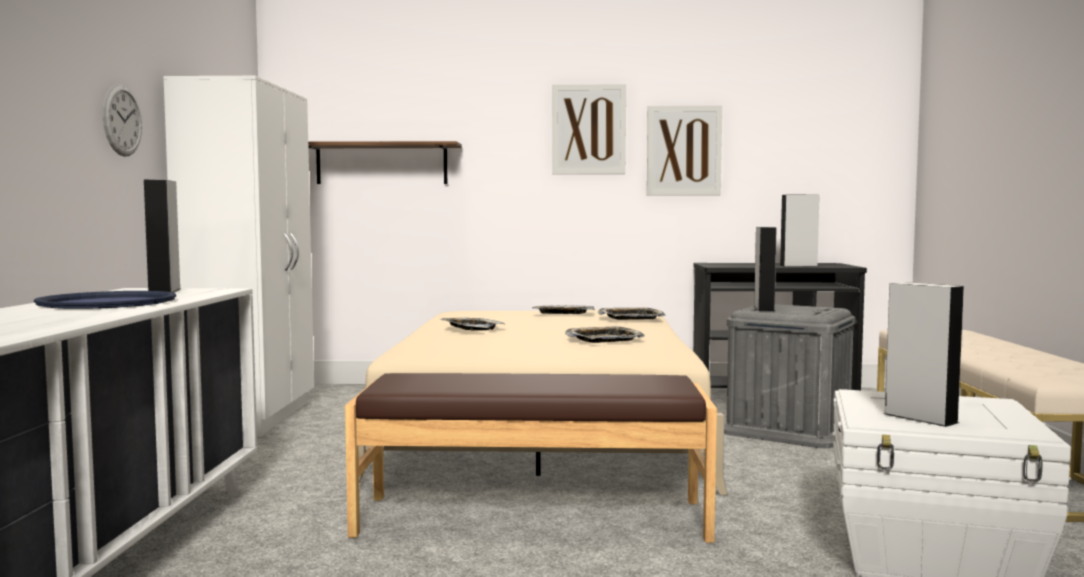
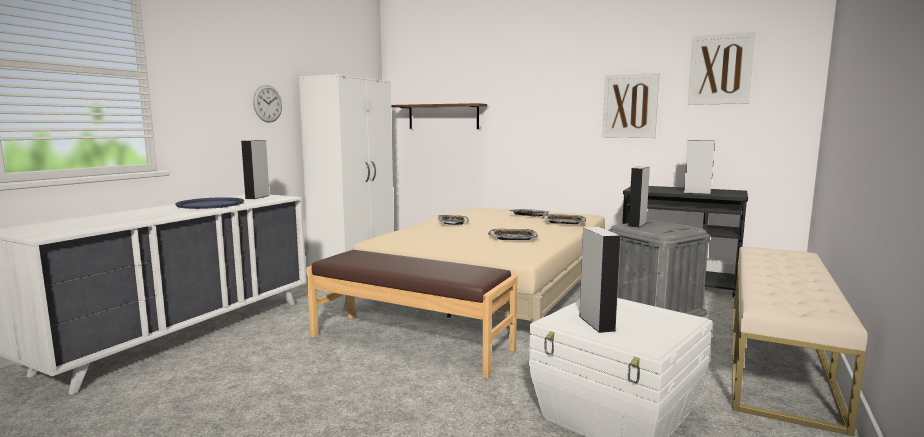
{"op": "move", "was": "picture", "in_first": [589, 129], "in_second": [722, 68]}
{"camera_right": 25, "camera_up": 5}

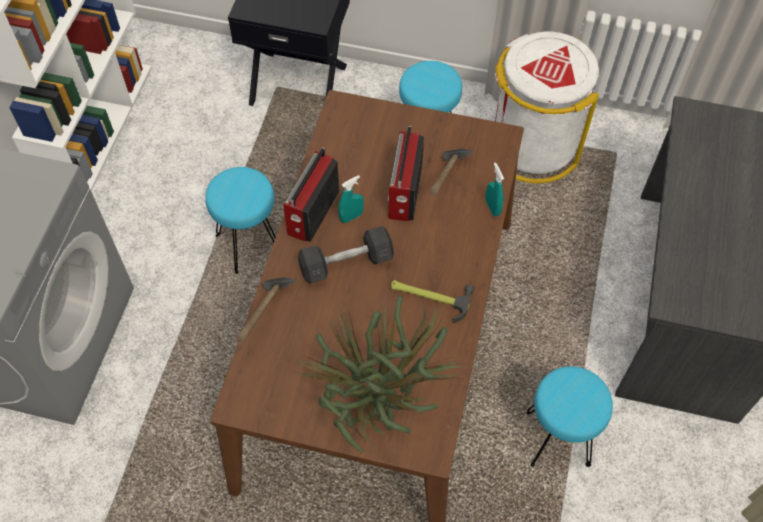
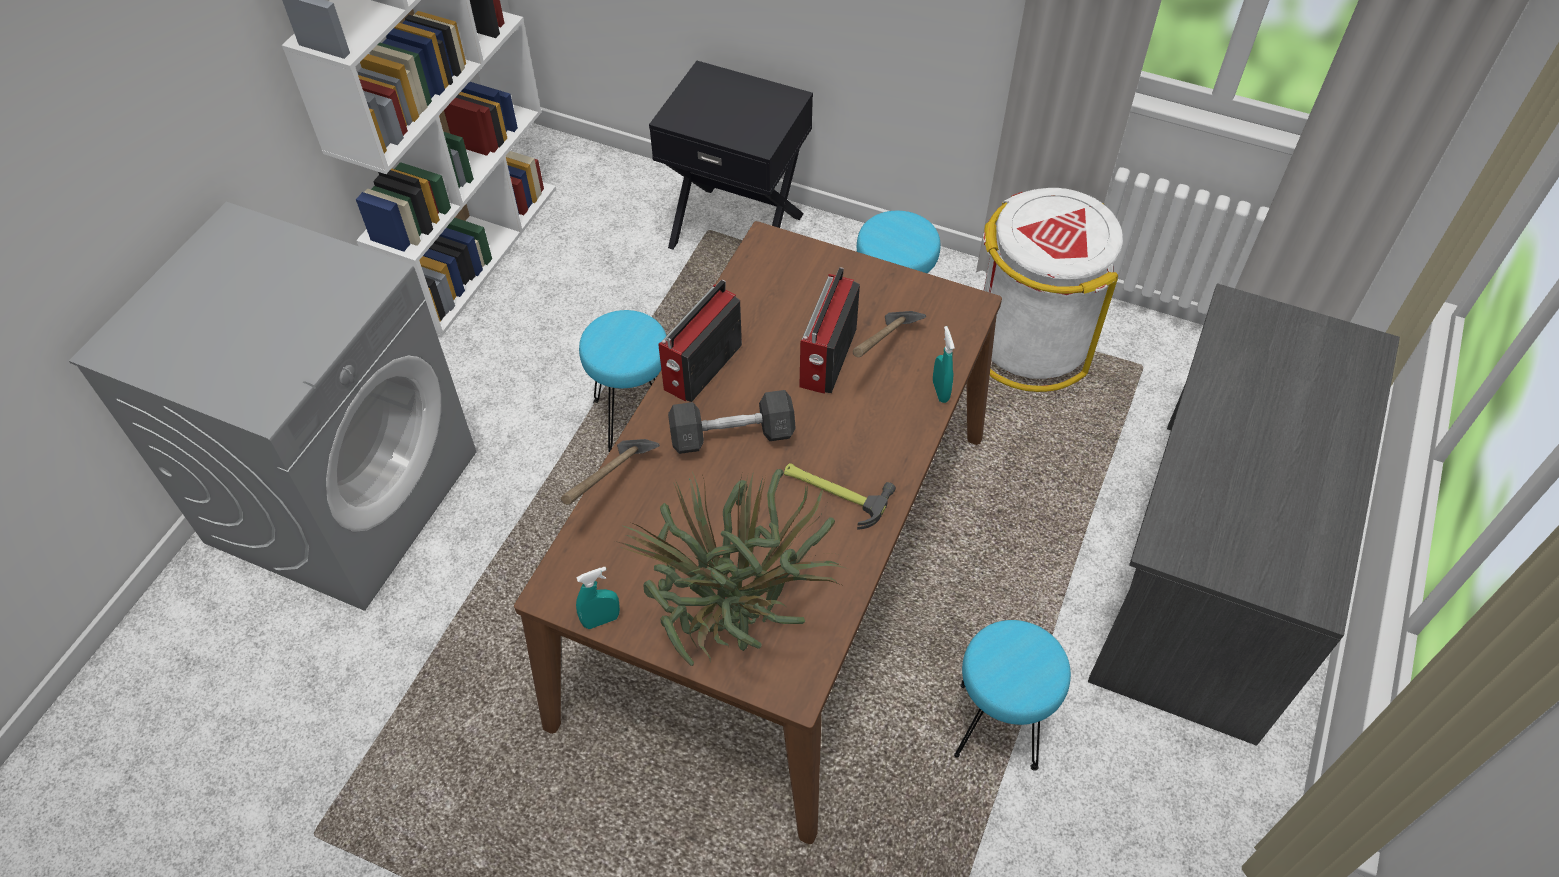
{"op": "move", "was": "turquoise spray bottle", "in_first": [351, 199], "in_second": [598, 598]}
{"camera_right": 10, "camera_up": -5}

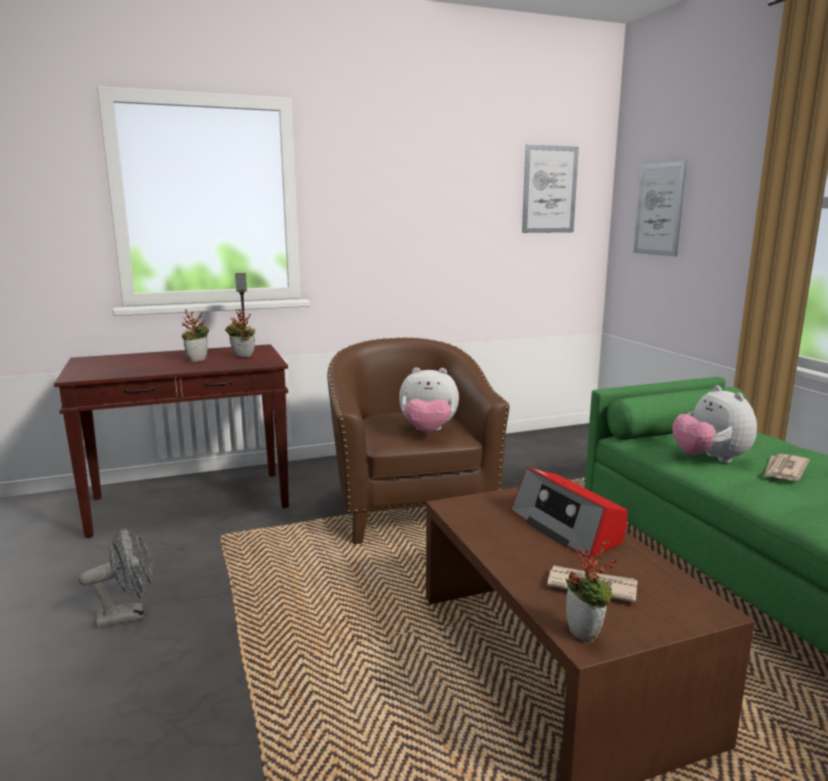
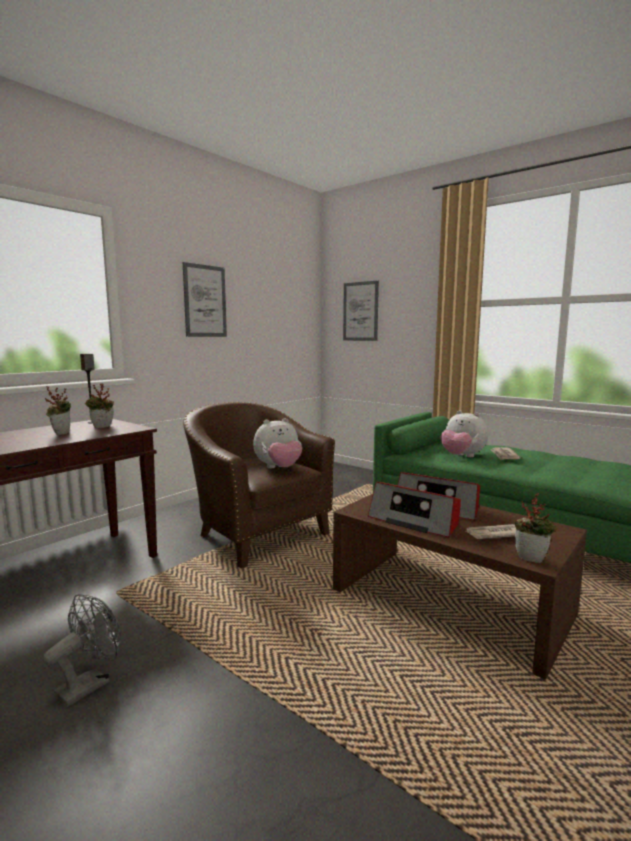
{"op": "insert", "now": "radio", "in_second": [414, 509]}
{"op": "move", "was": "picture", "in_first": [550, 188], "in_second": [205, 299]}
{"camera_right": -30, "camera_up": -5}

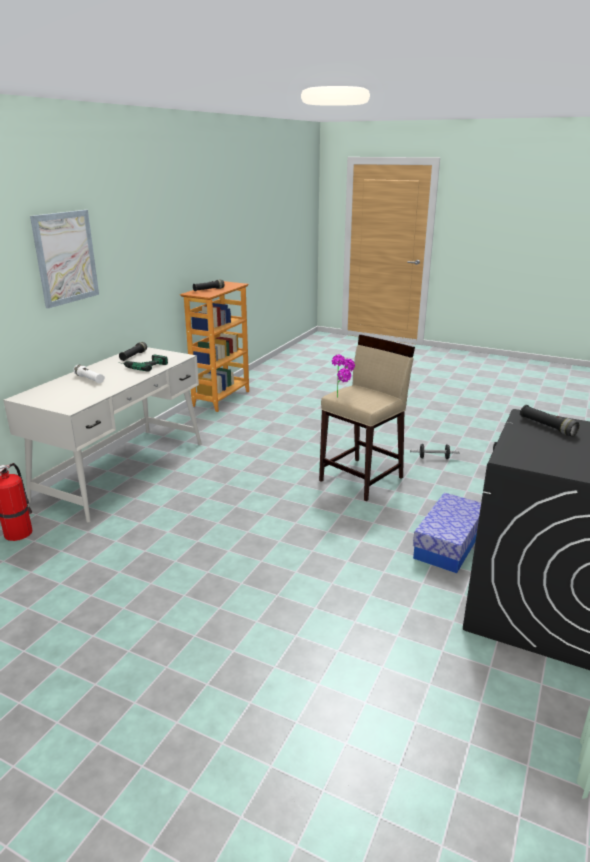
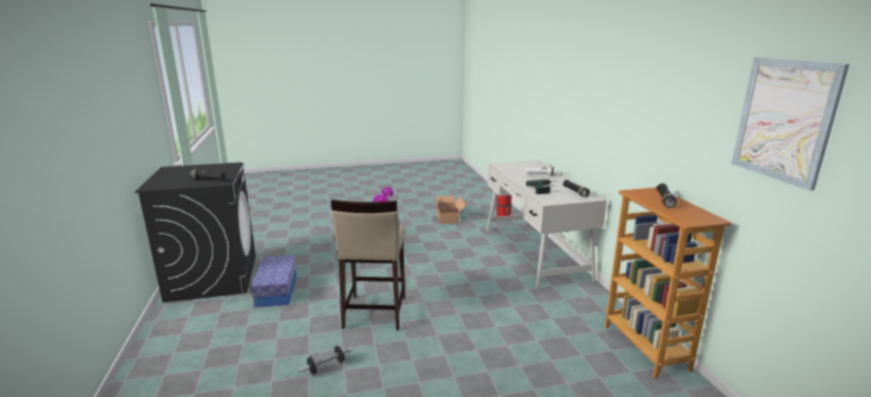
{"op": "insert", "now": "cardboard box", "in_second": [449, 210]}
{"op": "move", "was": "picture", "in_first": [64, 259], "in_second": [790, 124]}
{"camera_right": 140, "camera_up": -5}

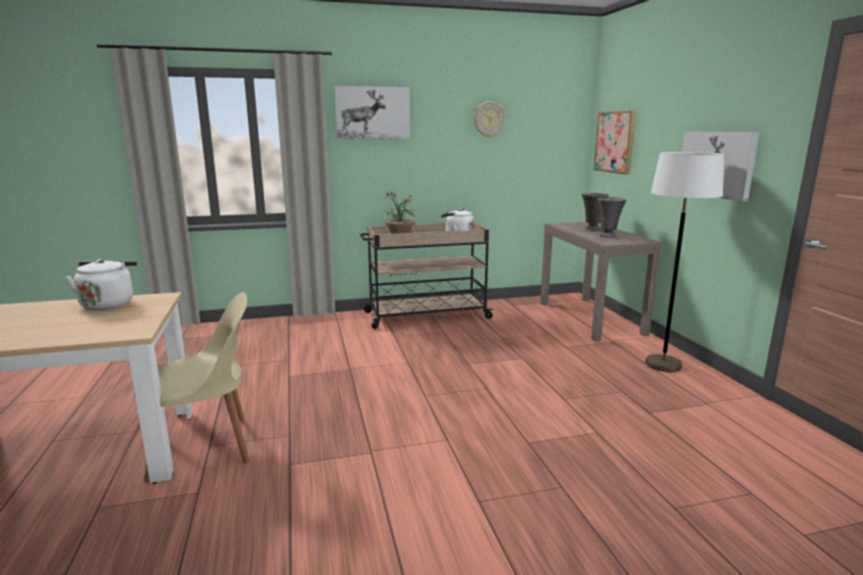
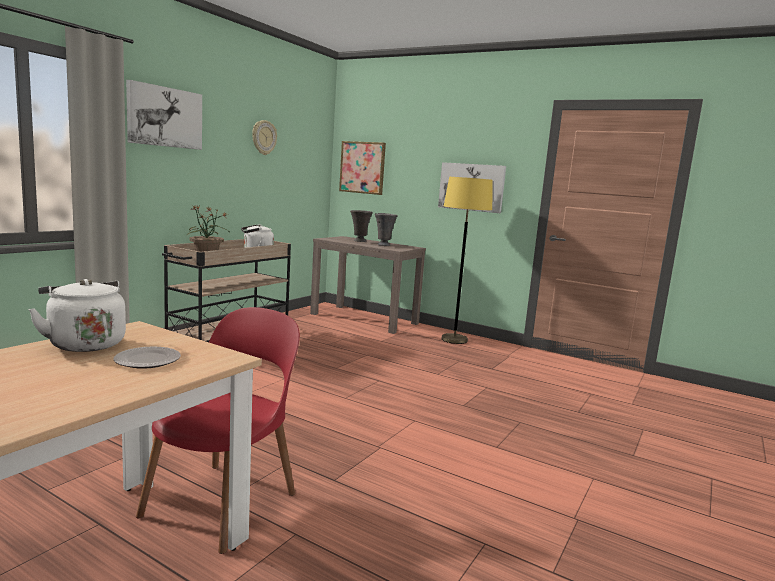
{"op": "insert", "now": "plate", "in_second": [147, 358]}
{"op": "recolor", "was": "beige chair", "now": "red chair", "in_first": [191, 388], "in_second": [218, 430]}
{"op": "recolor", "was": "white floor lamp", "now": "yellow floor lamp", "in_first": [684, 262], "in_second": [467, 260]}
{"camera_right": -45, "camera_up": -5}

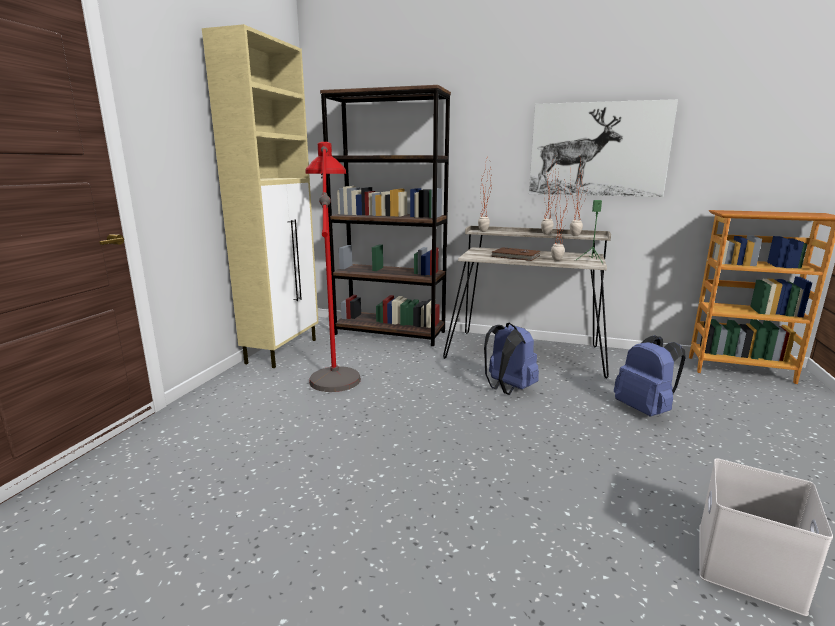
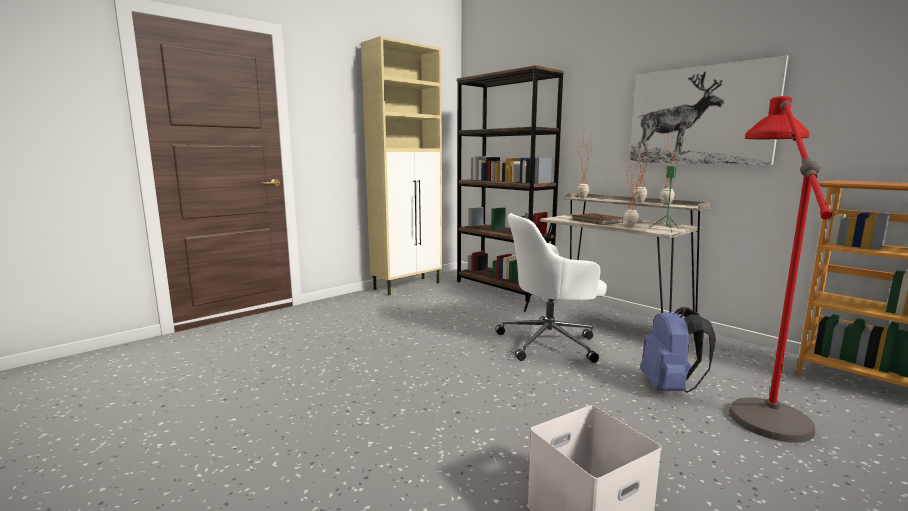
{"op": "move", "was": "red floor lamp", "in_first": [333, 267], "in_second": [780, 269]}
{"op": "replace", "was": "blue backpack", "now": "white office chair", "in_first": [511, 359], "in_second": [551, 288]}
{"camera_right": 30, "camera_up": -5}

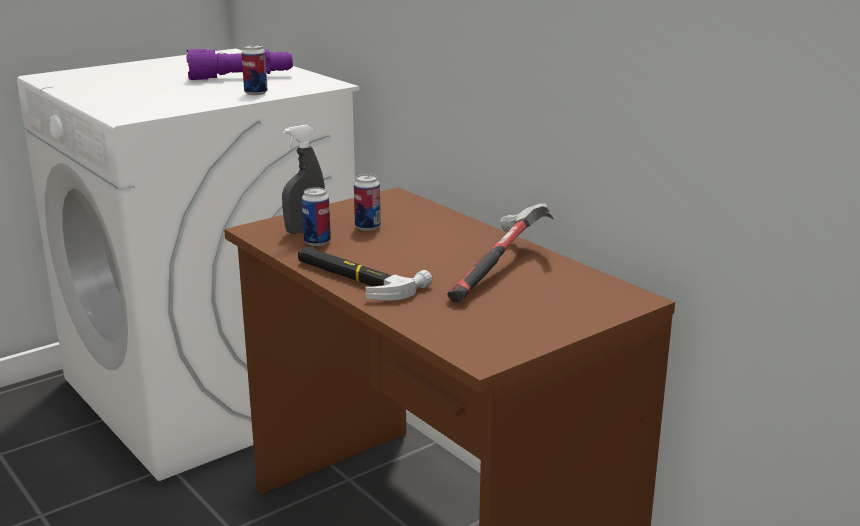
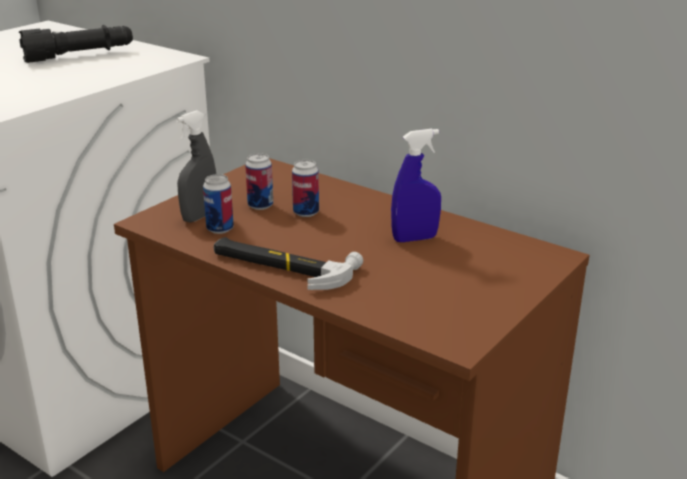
{"op": "move", "was": "can", "in_first": [254, 69], "in_second": [305, 188]}
{"op": "replace", "was": "hammer", "now": "blue spray bottle", "in_first": [500, 253], "in_second": [416, 185]}
{"op": "recolor", "was": "purple flashlight", "now": "black flashlight", "in_first": [239, 64], "in_second": [76, 44]}
{"camera_right": -15, "camera_up": 5}

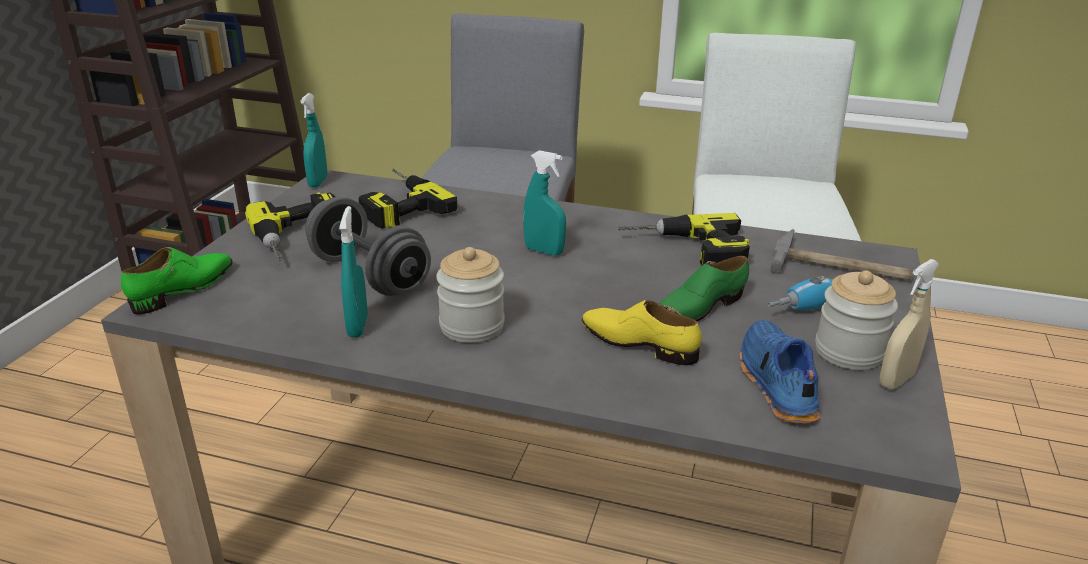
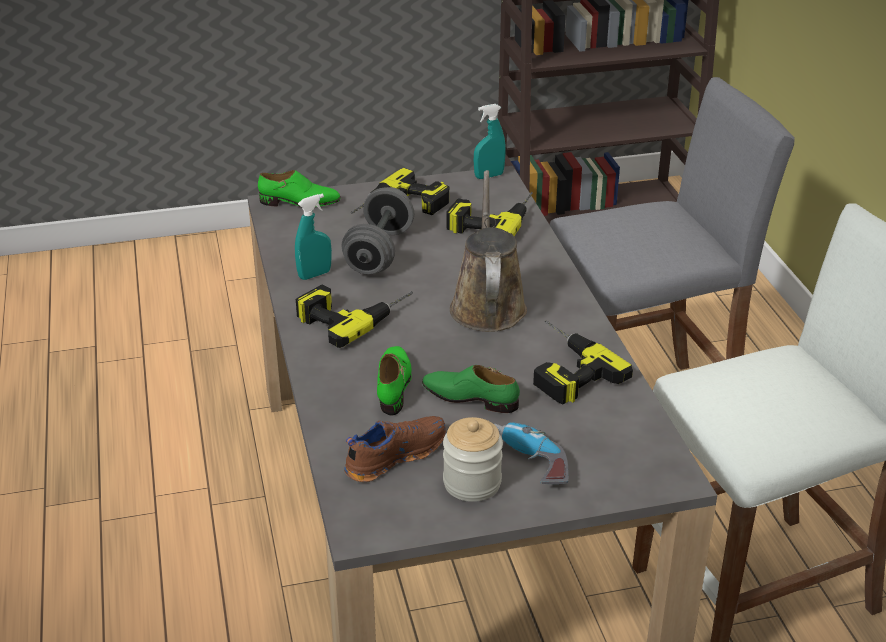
{"op": "delete", "was": "hammer", "in_first": [841, 254]}
{"op": "delete", "was": "beige spray bottle", "in_first": [909, 324]}
{"op": "replace", "was": "jar", "now": "power drill", "in_first": [470, 295], "in_second": [354, 316]}
{"op": "replace", "was": "turquoise spray bottle", "now": "brown watering can", "in_first": [544, 202], "in_second": [488, 251]}
{"op": "recolor", "was": "yellow shoe", "now": "green shoe", "in_first": [642, 332], "in_second": [394, 380]}
{"op": "recolor", "was": "blue shoe", "now": "brown shoe", "in_first": [779, 371], "in_second": [395, 449]}
{"camera_right": 60, "camera_up": 5}

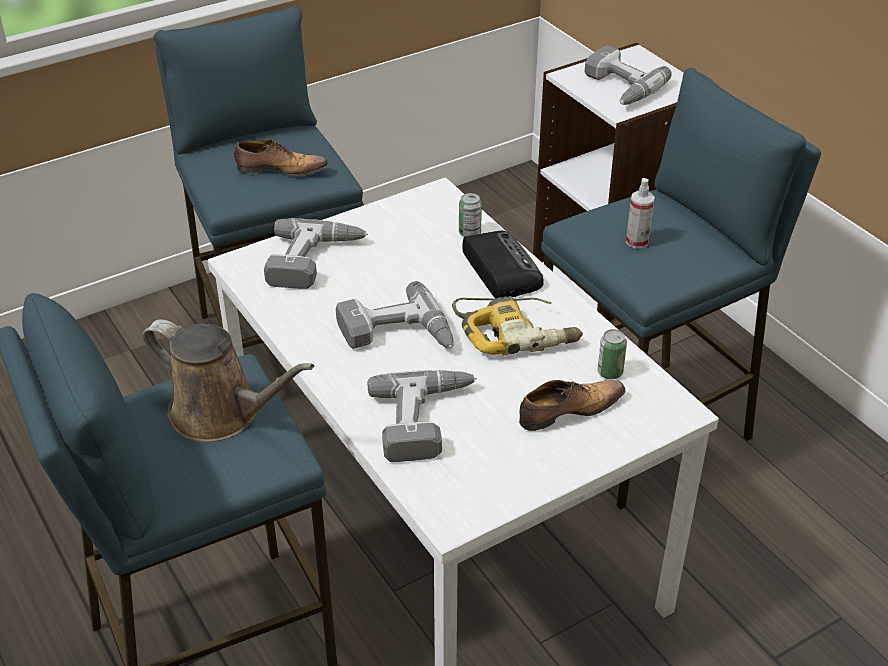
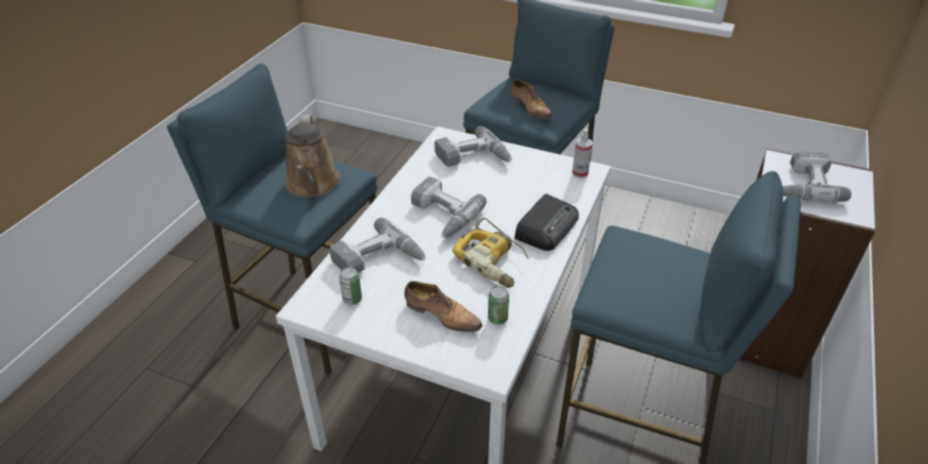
{"op": "move", "was": "can", "in_first": [470, 215], "in_second": [350, 286]}
{"op": "move", "was": "spray bottle", "in_first": [640, 213], "in_second": [582, 153]}
{"camera_right": 55, "camera_up": 0}

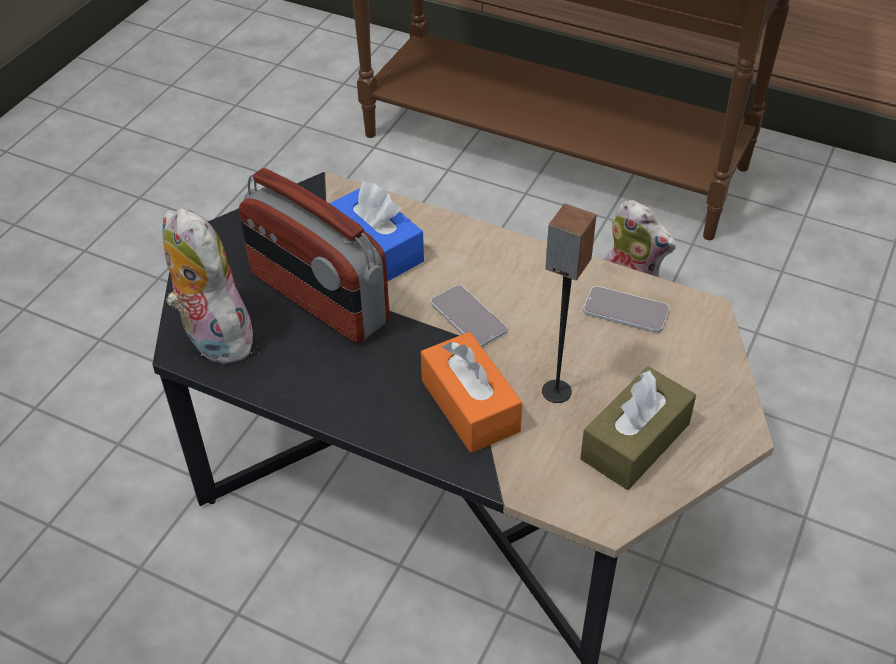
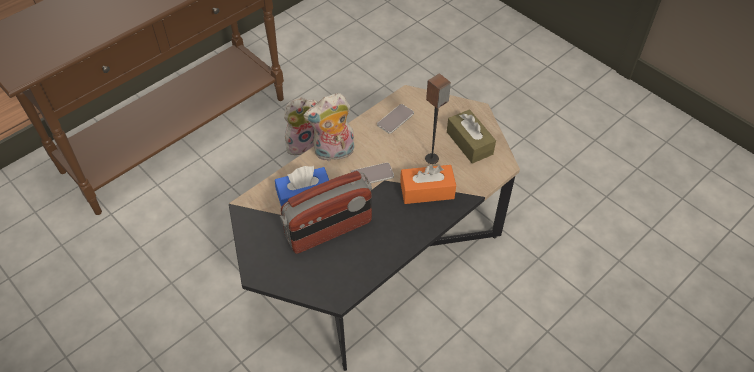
{"op": "move", "was": "plush toy", "in_first": [211, 286], "in_second": [329, 127]}
{"camera_right": -70, "camera_up": 5}

